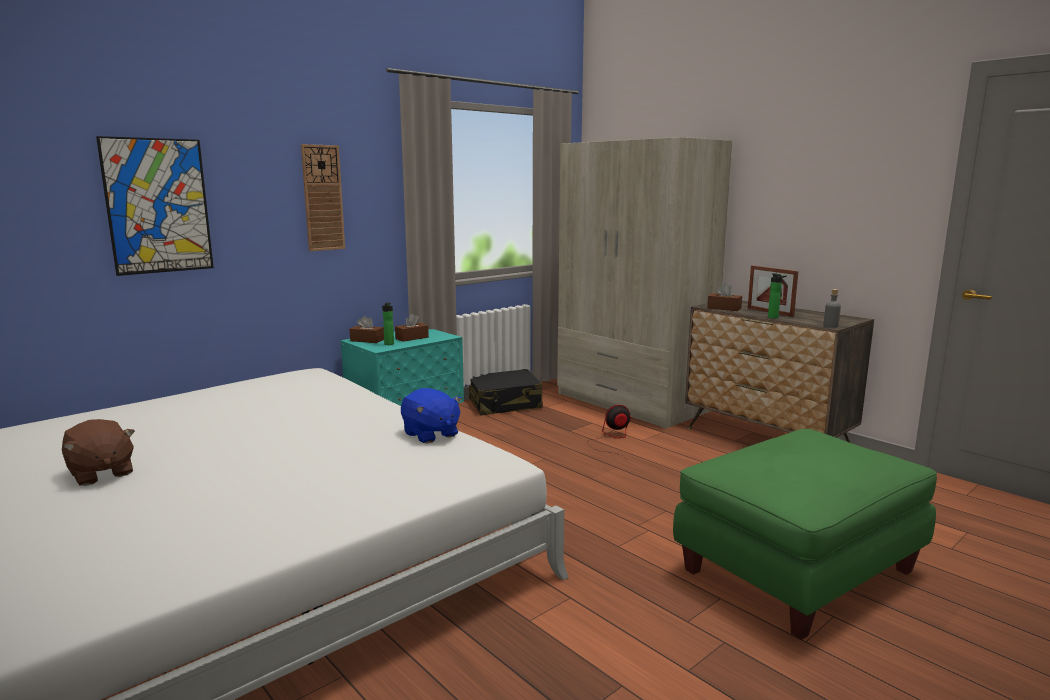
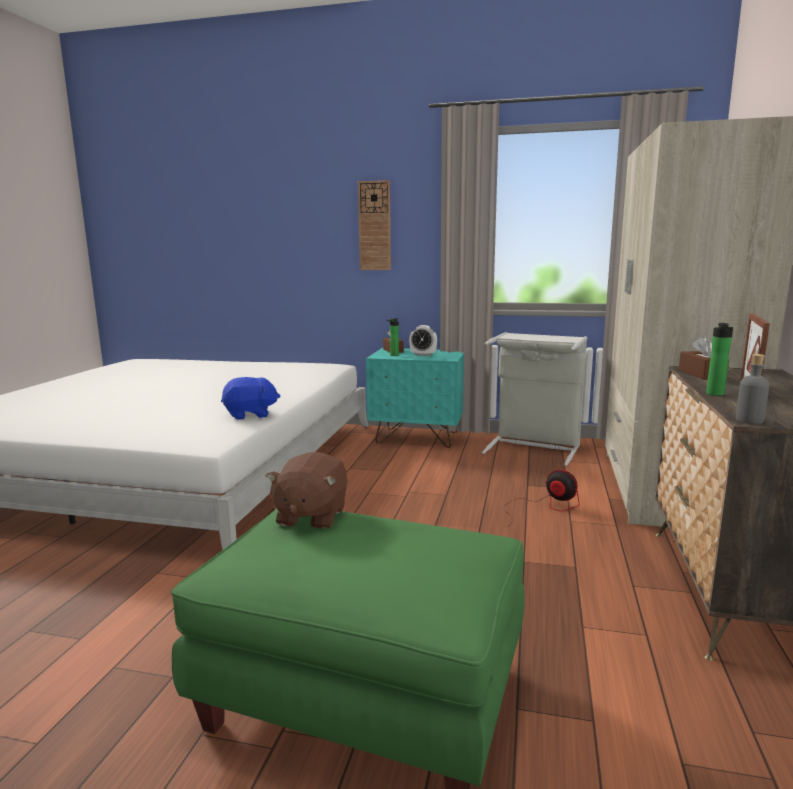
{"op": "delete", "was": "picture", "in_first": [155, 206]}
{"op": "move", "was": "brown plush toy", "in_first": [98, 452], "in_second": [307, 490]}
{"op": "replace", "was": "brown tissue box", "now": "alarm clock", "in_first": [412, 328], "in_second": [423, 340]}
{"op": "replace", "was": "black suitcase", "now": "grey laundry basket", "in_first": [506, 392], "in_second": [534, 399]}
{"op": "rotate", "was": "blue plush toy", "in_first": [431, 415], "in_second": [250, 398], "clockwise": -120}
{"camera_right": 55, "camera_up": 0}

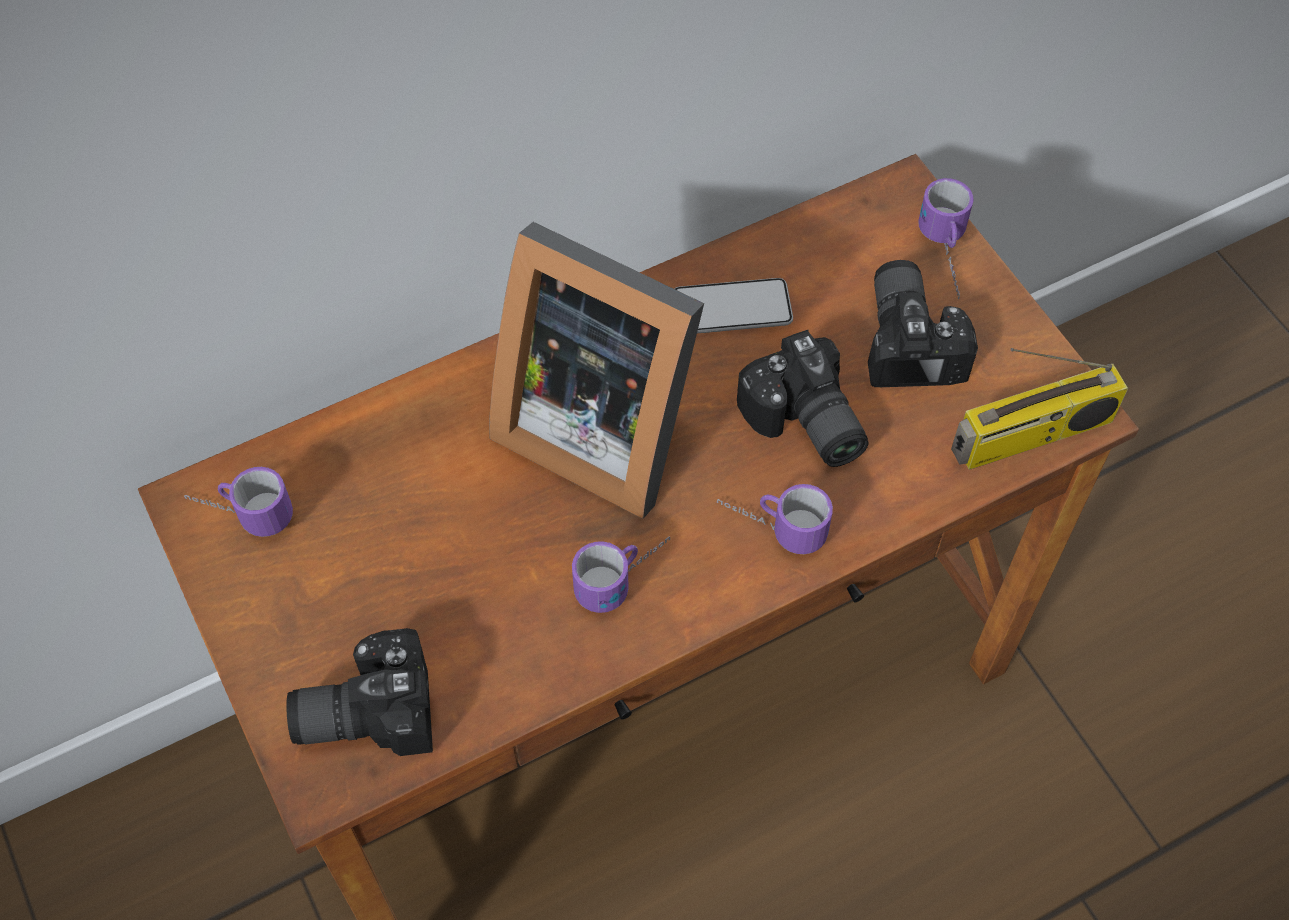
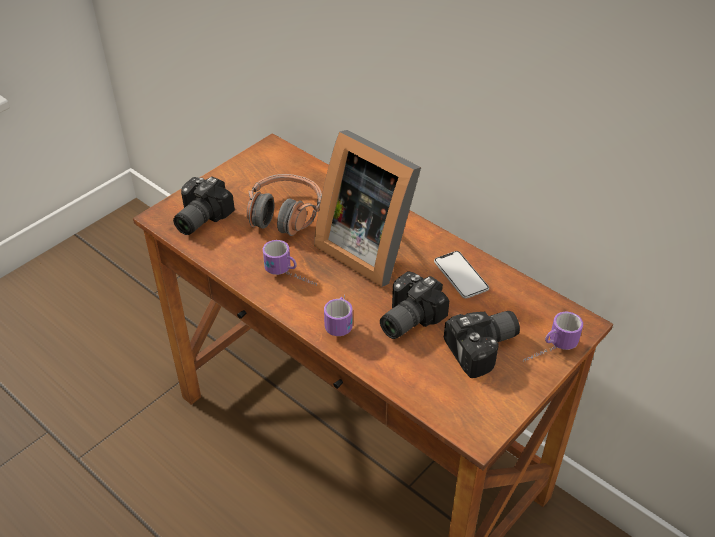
{"op": "delete", "was": "mug", "in_first": [238, 502]}
{"op": "delete", "was": "radio", "in_first": [1039, 409]}
{"op": "insert", "now": "headphones", "in_second": [284, 205]}
{"op": "rotate", "was": "photo camera", "in_first": [359, 692], "in_second": [204, 205], "clockwise": -120}
{"op": "rotate", "was": "picture frame", "in_first": [596, 370], "in_second": [367, 208], "clockwise": -60}
{"camera_right": 70, "camera_up": -15}

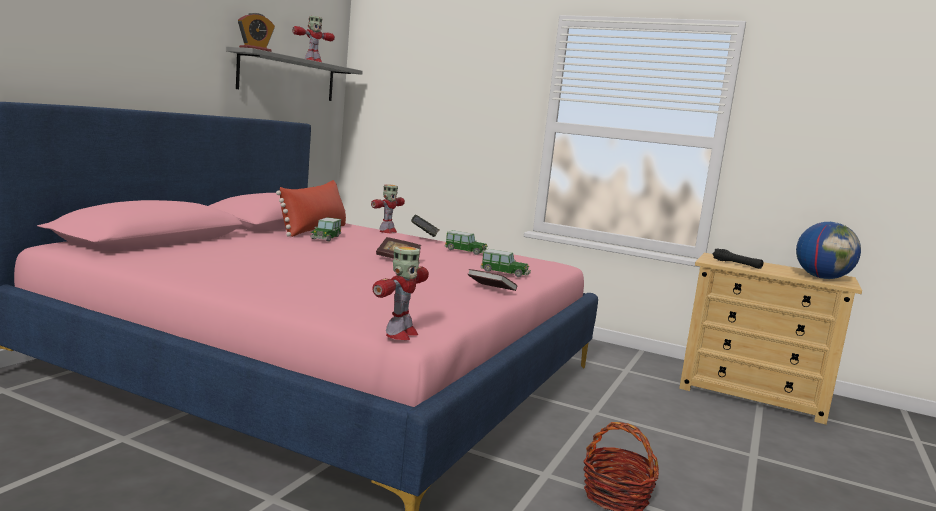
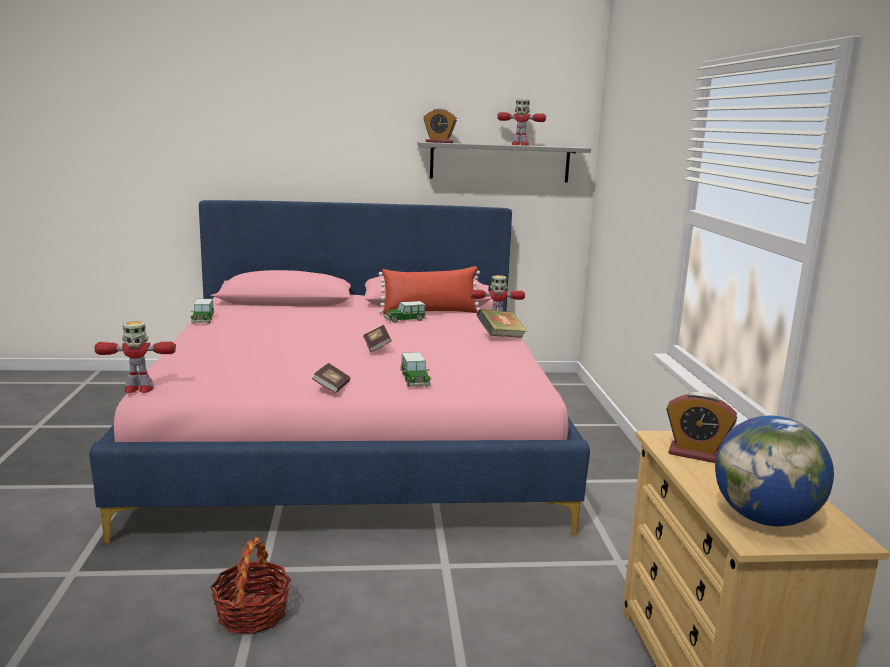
{"op": "move", "was": "toy car", "in_first": [465, 242], "in_second": [202, 311]}
{"op": "replace", "was": "black flashlight", "now": "alarm clock", "in_first": [738, 259], "in_second": [701, 427]}
{"camera_right": 60, "camera_up": 5}

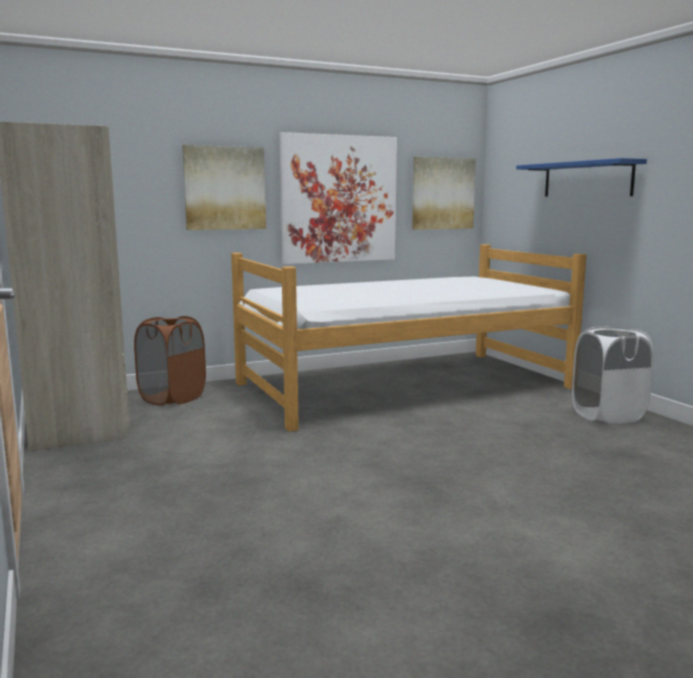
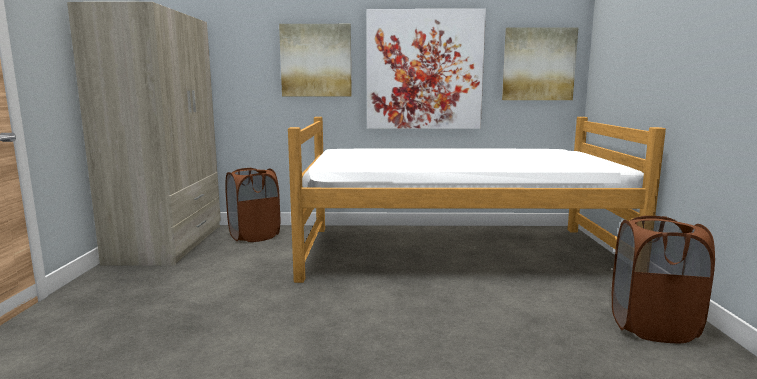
{"op": "delete", "was": "blue shelf", "in_first": [581, 177]}
{"op": "recolor", "was": "white laundry basket", "now": "brown laundry basket", "in_first": [613, 375], "in_second": [663, 279]}
{"camera_right": 25, "camera_up": 0}

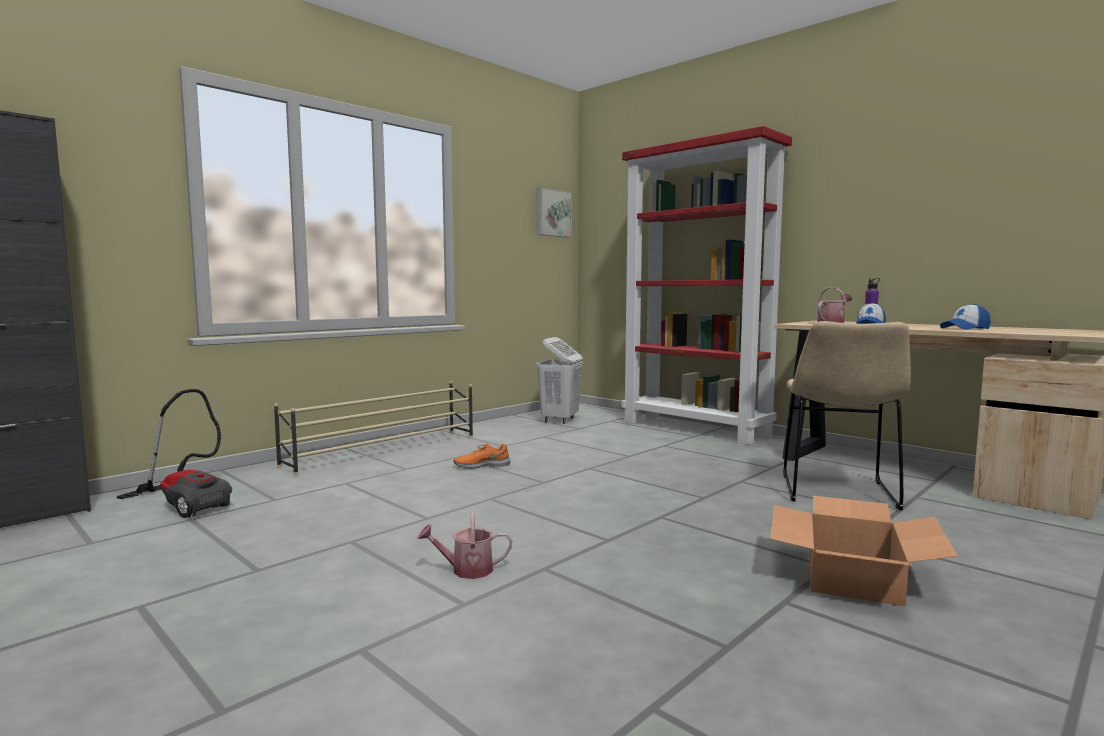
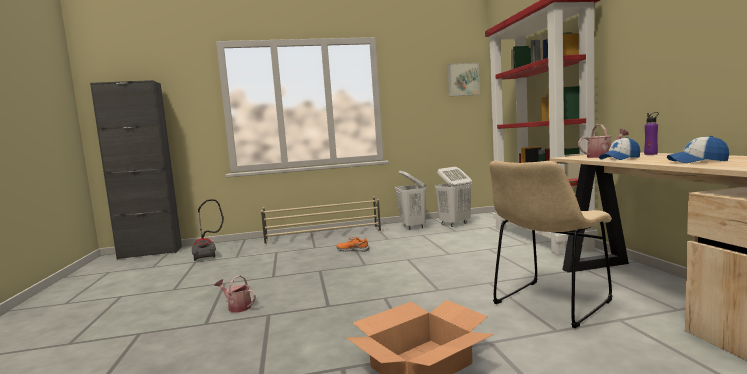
{"op": "insert", "now": "white laundry basket", "in_second": [411, 200]}
{"camera_right": 35, "camera_up": 0}

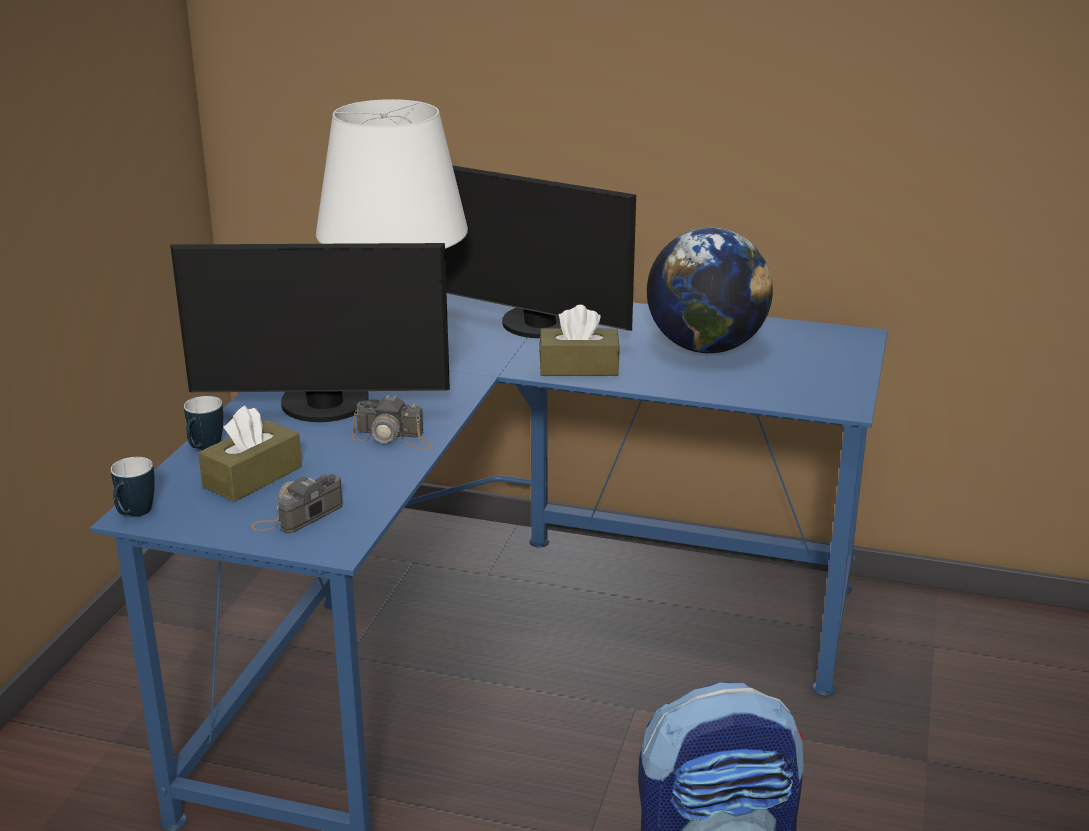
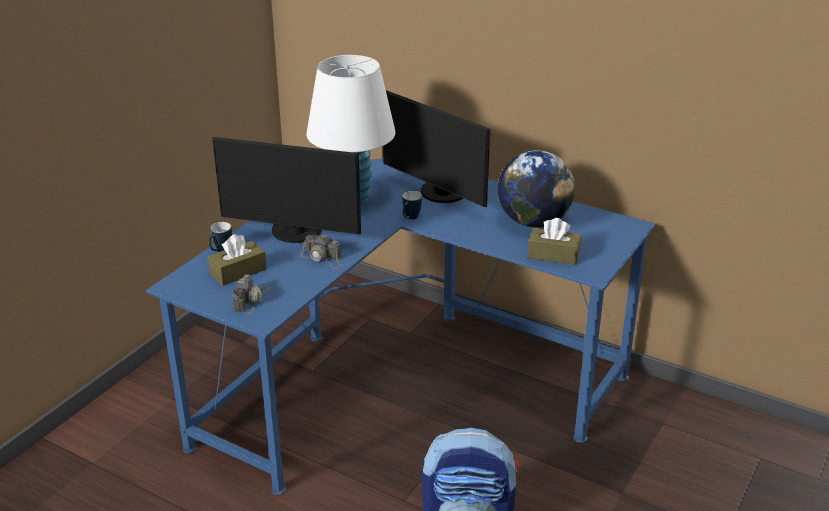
{"op": "move", "was": "mug", "in_first": [133, 486], "in_second": [412, 205]}
{"op": "move", "was": "brown tissue box", "in_first": [579, 340], "in_second": [554, 241]}
{"op": "rotate", "was": "photo camera", "in_first": [297, 503], "in_second": [251, 294], "clockwise": 135}
{"camera_right": 15, "camera_up": 5}

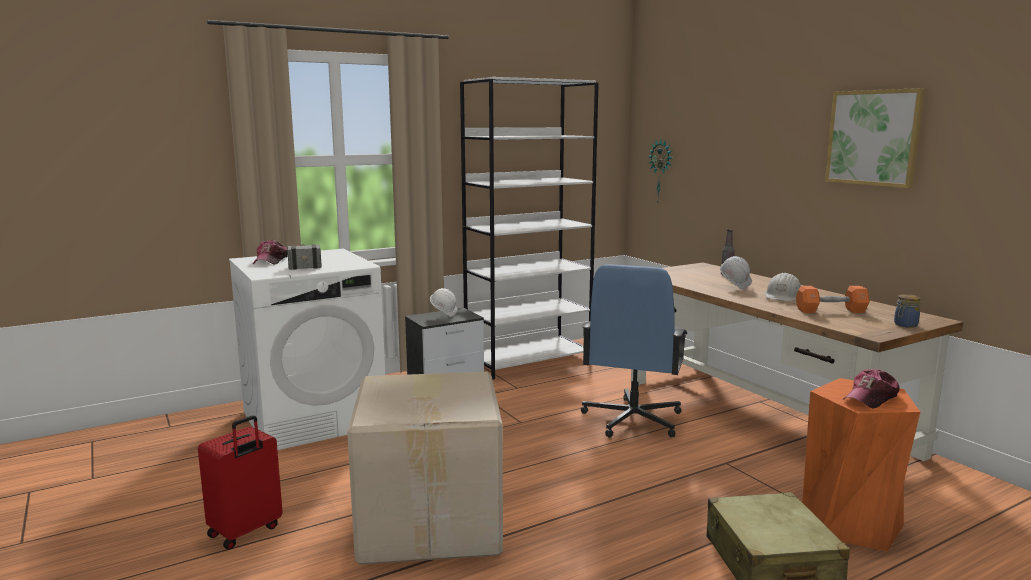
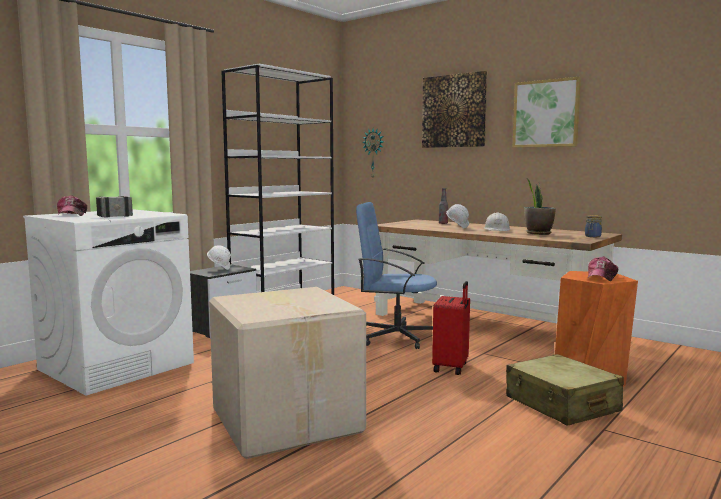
{"op": "insert", "now": "picture", "in_second": [454, 109]}
{"op": "move", "was": "red suitcase", "in_first": [240, 482], "in_second": [451, 328]}
{"op": "replace", "was": "orange dumbbell", "now": "potted plant", "in_first": [833, 299], "in_second": [540, 207]}
{"op": "rotate", "was": "blue office chair", "in_first": [634, 350], "in_second": [396, 275], "clockwise": 105}
{"camera_right": -20, "camera_up": -5}

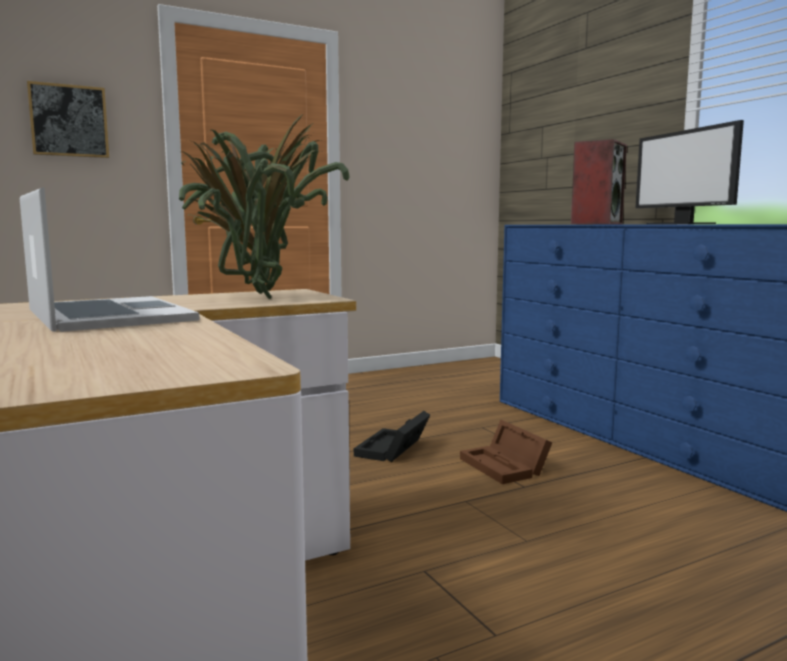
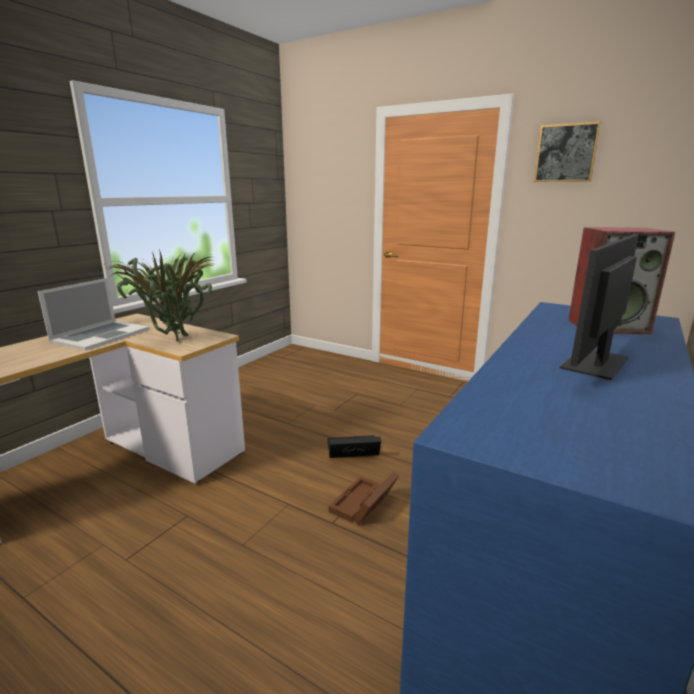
{"op": "move", "was": "picture", "in_first": [68, 119], "in_second": [567, 152]}
{"camera_right": 60, "camera_up": 10}

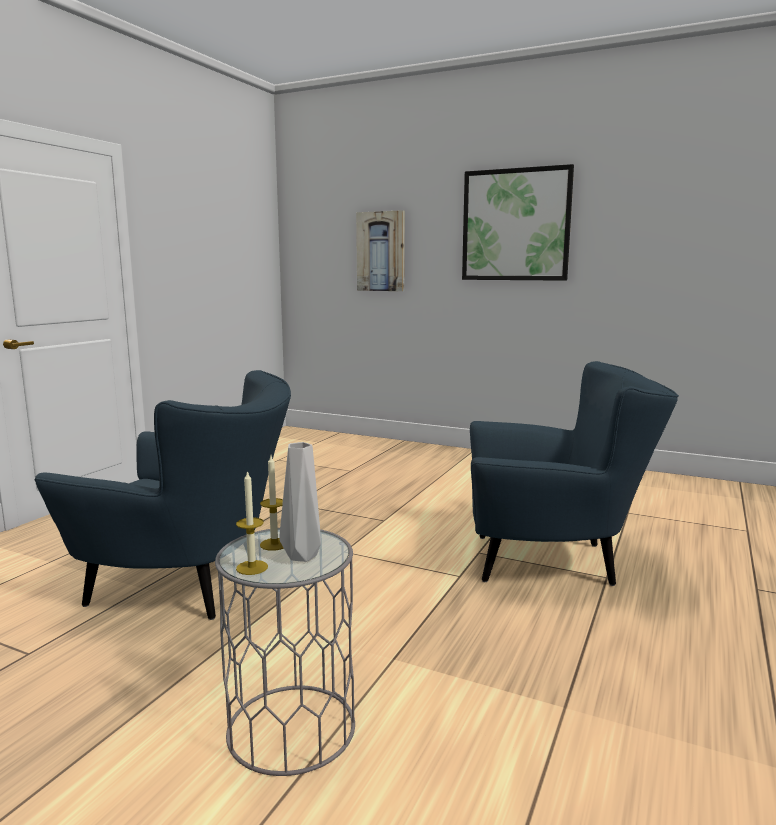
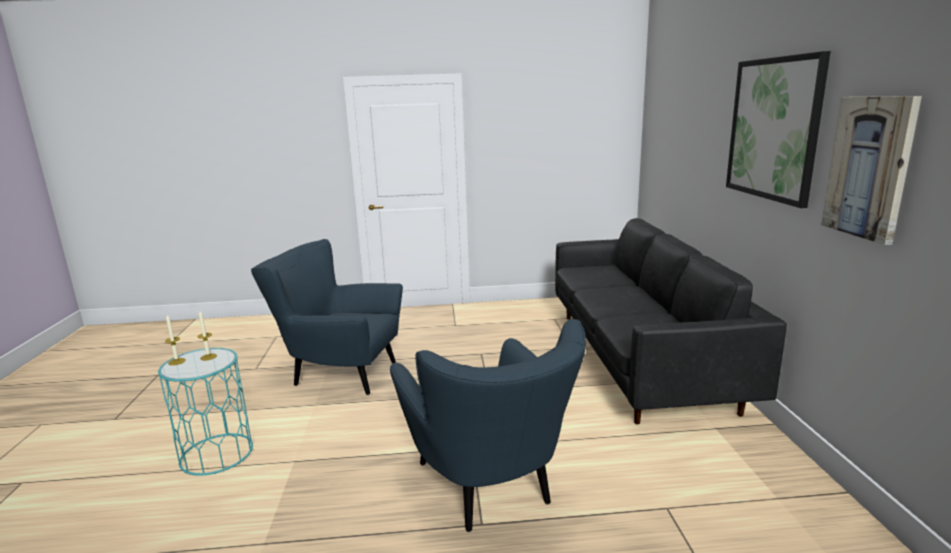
{"op": "delete", "was": "grey vase", "in_first": [300, 502]}
{"op": "insert", "now": "black sofa", "in_second": [671, 321]}
{"op": "move", "was": "picture", "in_first": [380, 250], "in_second": [871, 170]}
{"op": "recolor", "was": "grey side table", "now": "turquoise side table", "in_first": [285, 652], "in_second": [205, 412]}
{"op": "rotate", "was": "blue armchair", "in_first": [162, 495], "in_second": [327, 317], "clockwise": 120}
{"camera_right": 60, "camera_up": 5}

